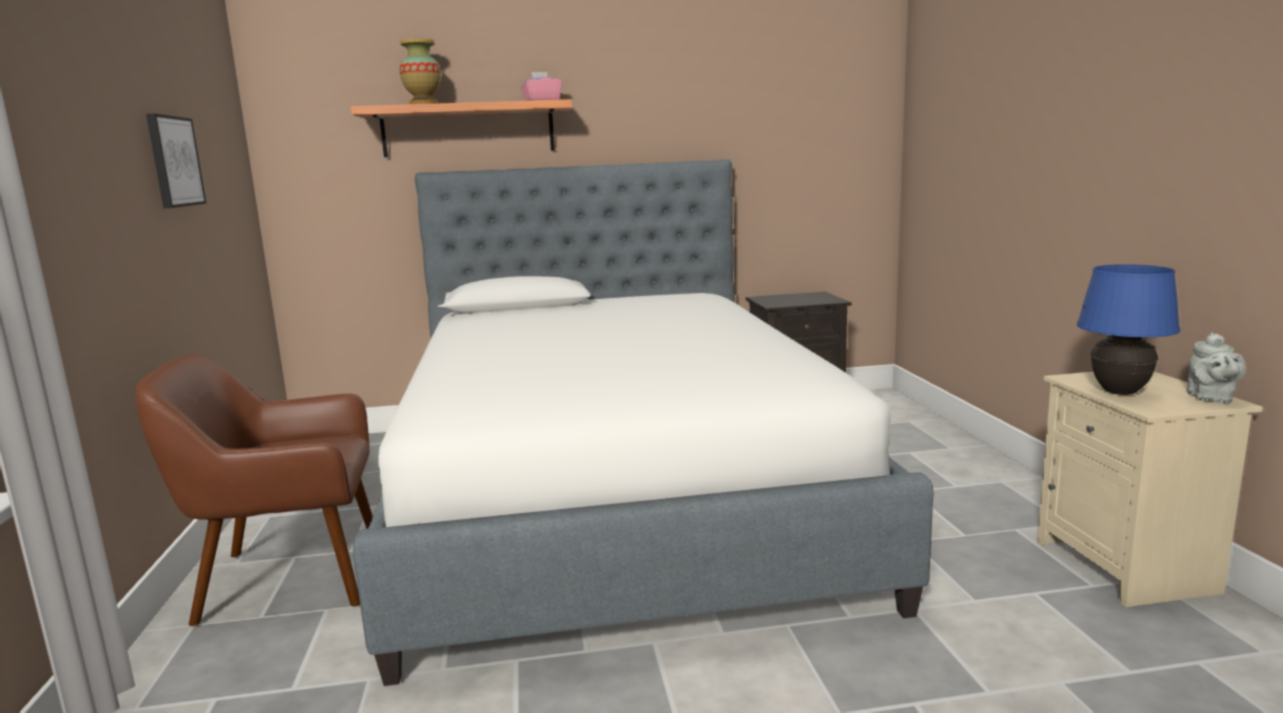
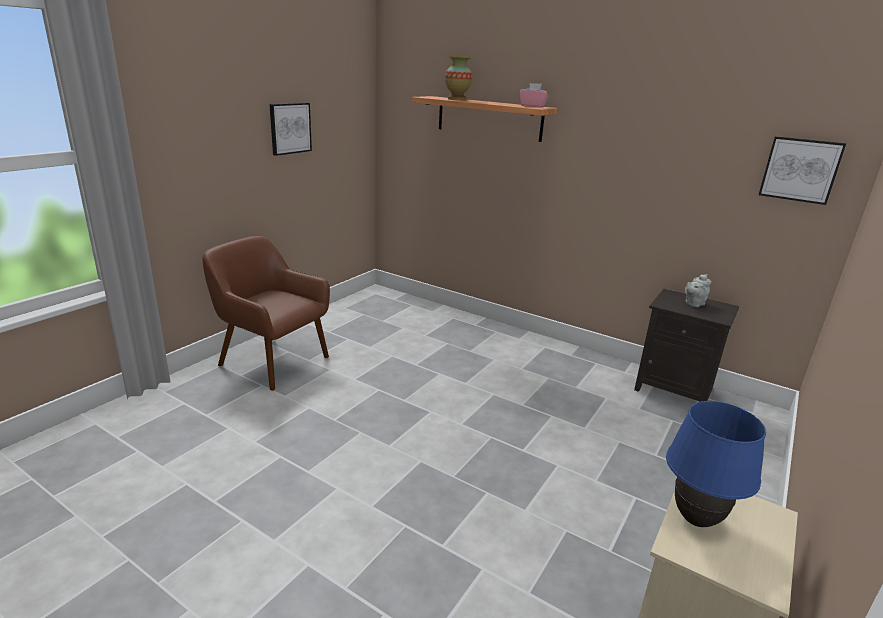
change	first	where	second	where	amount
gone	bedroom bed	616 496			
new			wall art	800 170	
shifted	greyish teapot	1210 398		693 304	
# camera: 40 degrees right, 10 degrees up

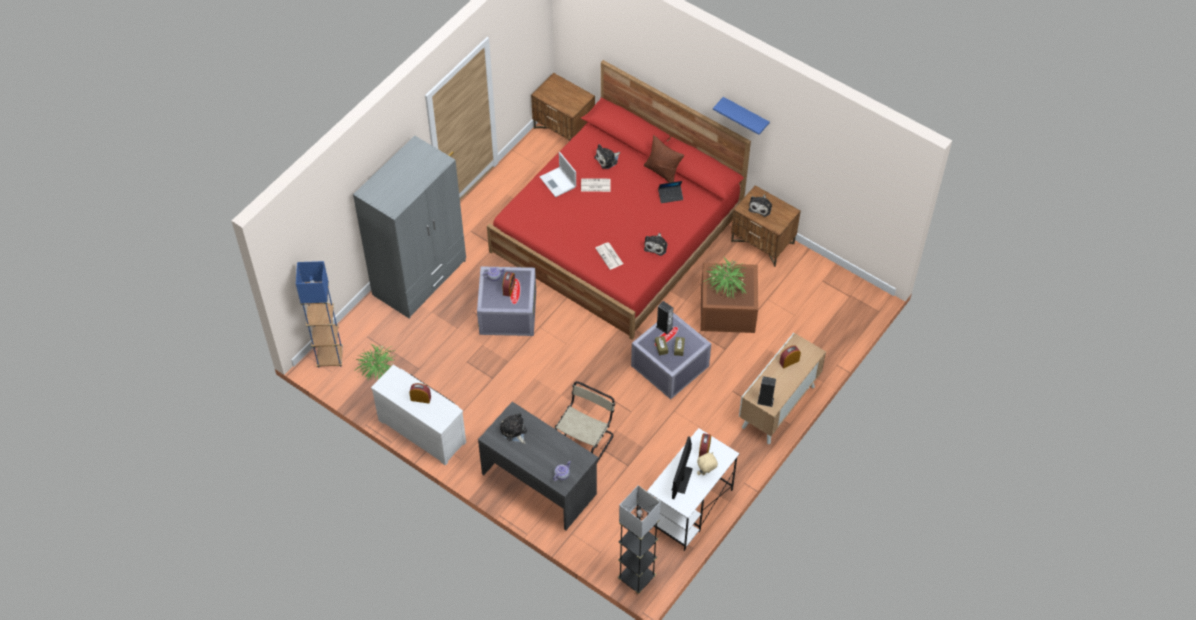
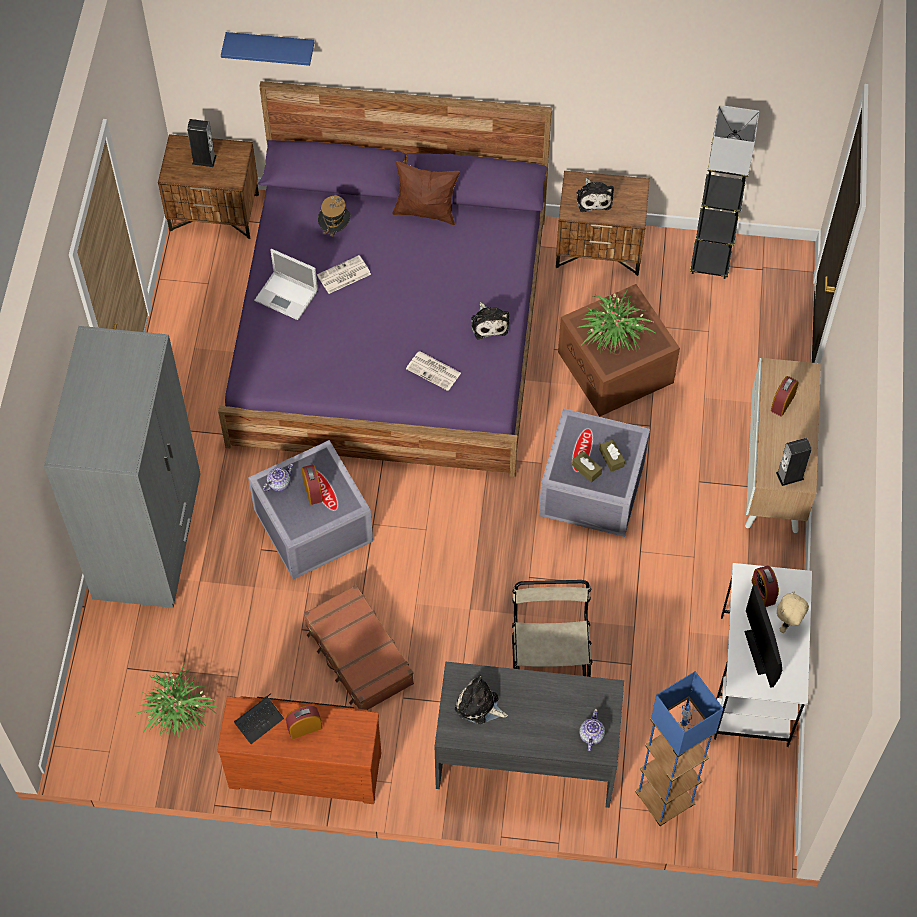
change	first	where	second	where	amount
new			brown travel case	358 655	
shifted	bluish standing lamp	330 357		664 799	
shifted	blackish standing lamp	636 578		710 262	
shifted	loudspeaker	664 327		204 159	
shifted	portable computer	670 196		259 721	
shifted	bluish bracket shelf	745 116		271 47	
swapped	soft toy	607 159	clothing hat	335 229	
repainted	white-coloured dresser	423 429	brown dresser	305 766	
repainted	red-coloured bedroom bed	617 232	purple-coloured bedroom bed	390 329	
# camera: 30 degrees left, 5 degrees up

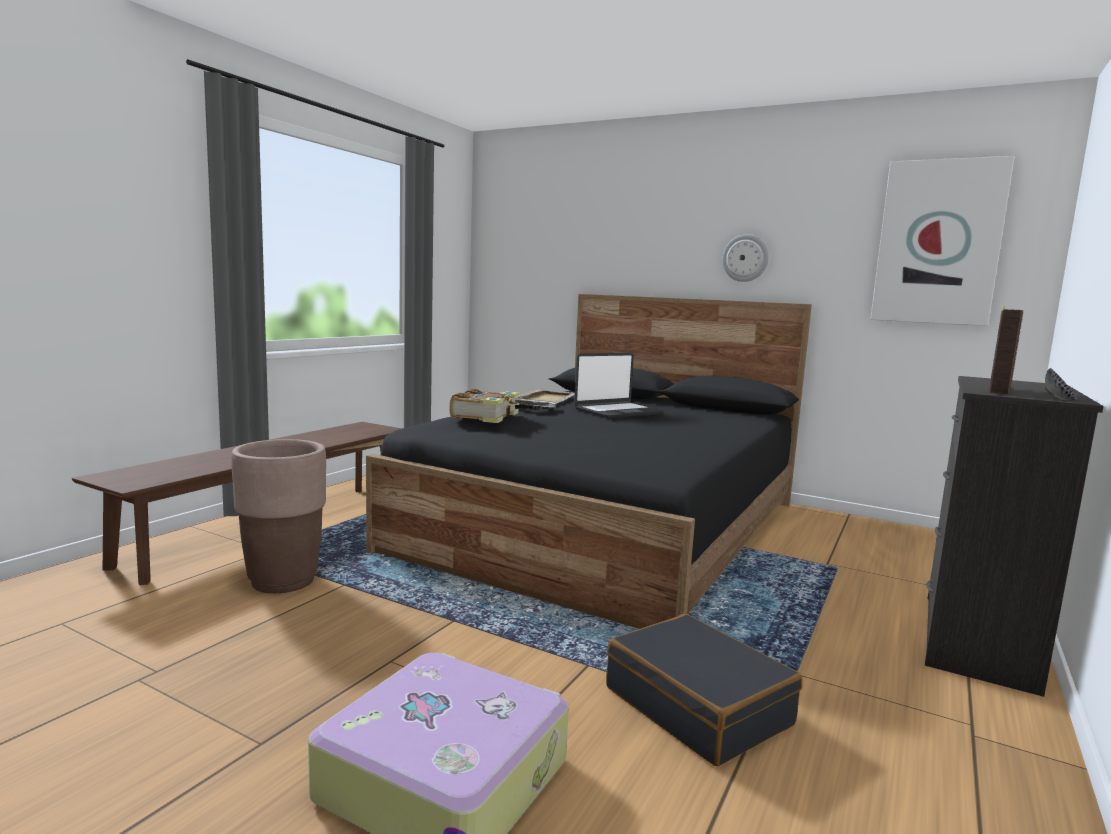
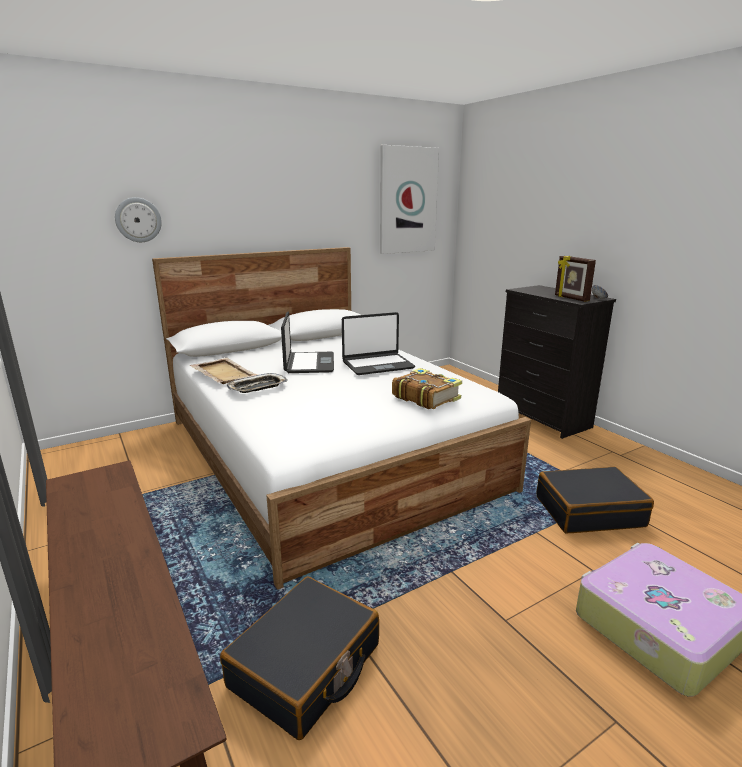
change	first	where	second	where	amount
new			portable computer	377 365	
shifted	bound book	486 416		425 397	
shifted	clock on the wall	745 258		138 220	
swapped	brown planter	283 581	blackish travel case	306 666	
repainted	blackish bedroom bed	610 525	white-coloured bedroom bed	326 452	
# camera: 60 degrees left, 10 degrees up

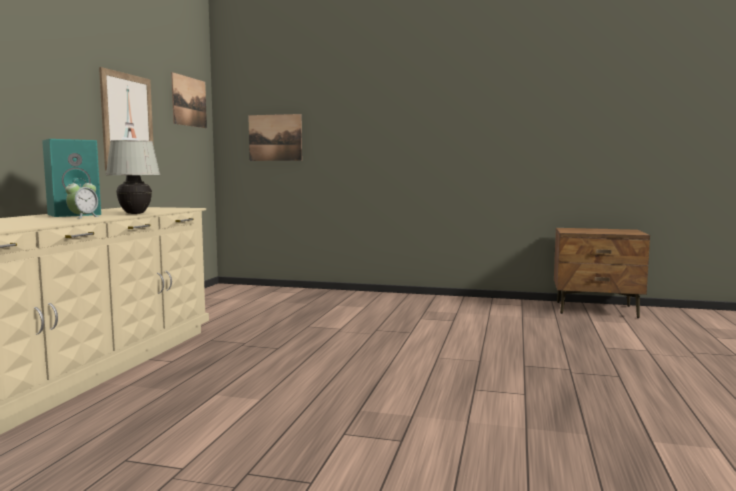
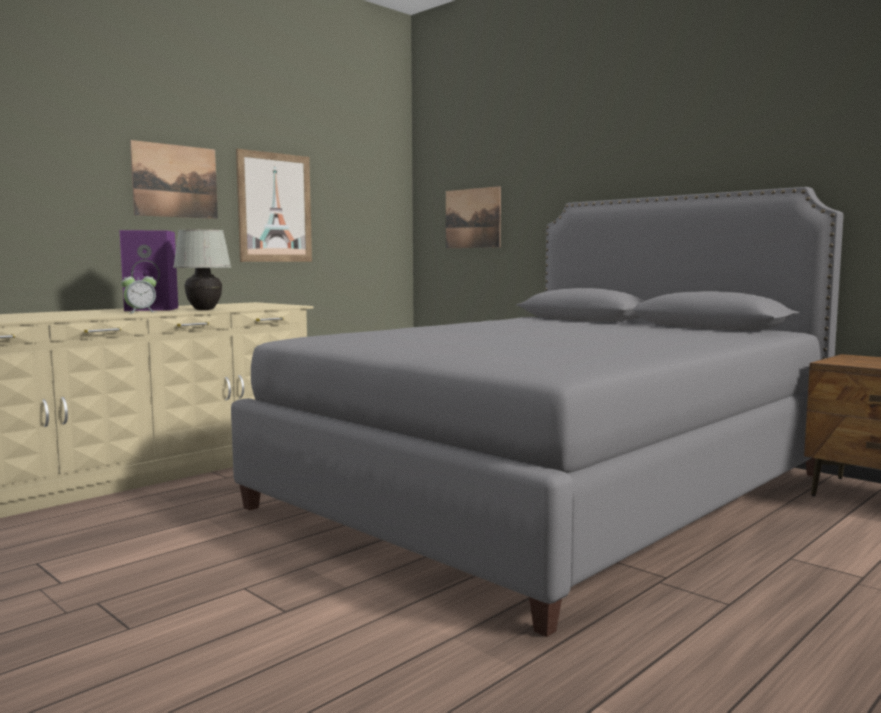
change	first	where	second	where	amount
new			greyish bedroom bed	551 490	
shifted	wall art	189 101		175 181	
repainted	turquoise-coloured loudspeaker	75 214	purple-coloured loudspeaker	153 309	
# camera: 30 degrees right, 0 degrees up

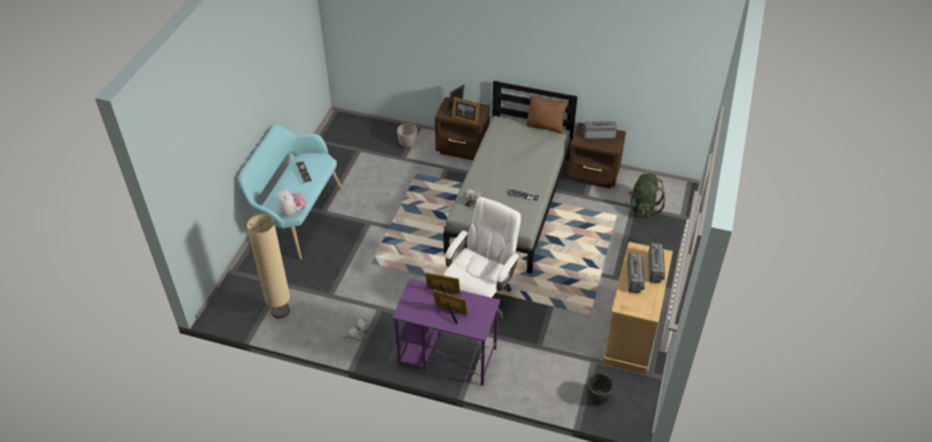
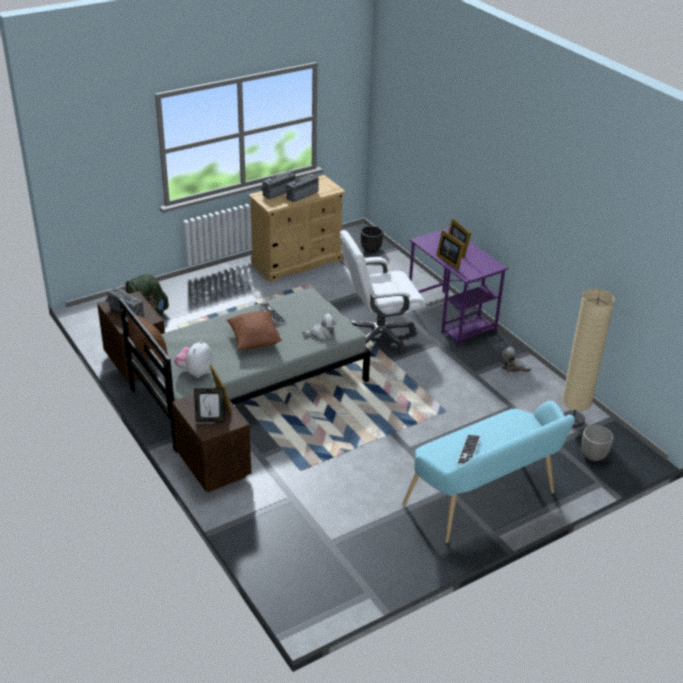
change	first	where	second	where	amount
new			brown pillow	254 340	
shifted	soft toy	292 212		195 372	
shifted	planter	408 144		593 456	
# camera: 140 degrees left, 10 degrees down

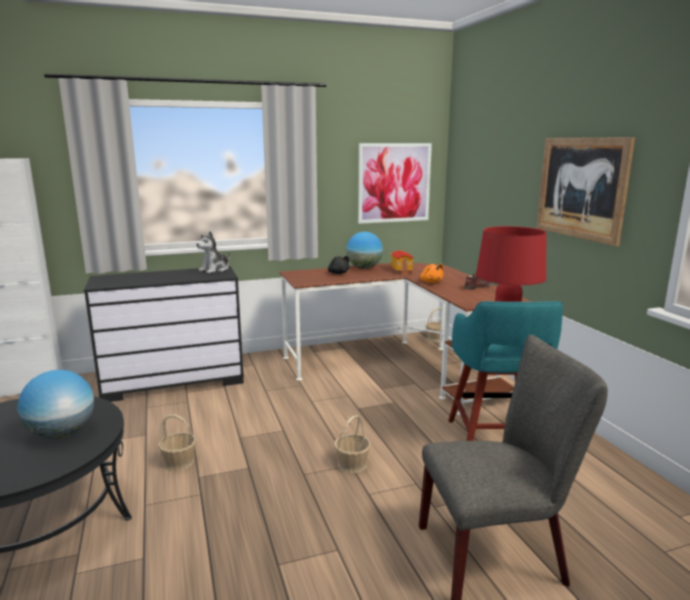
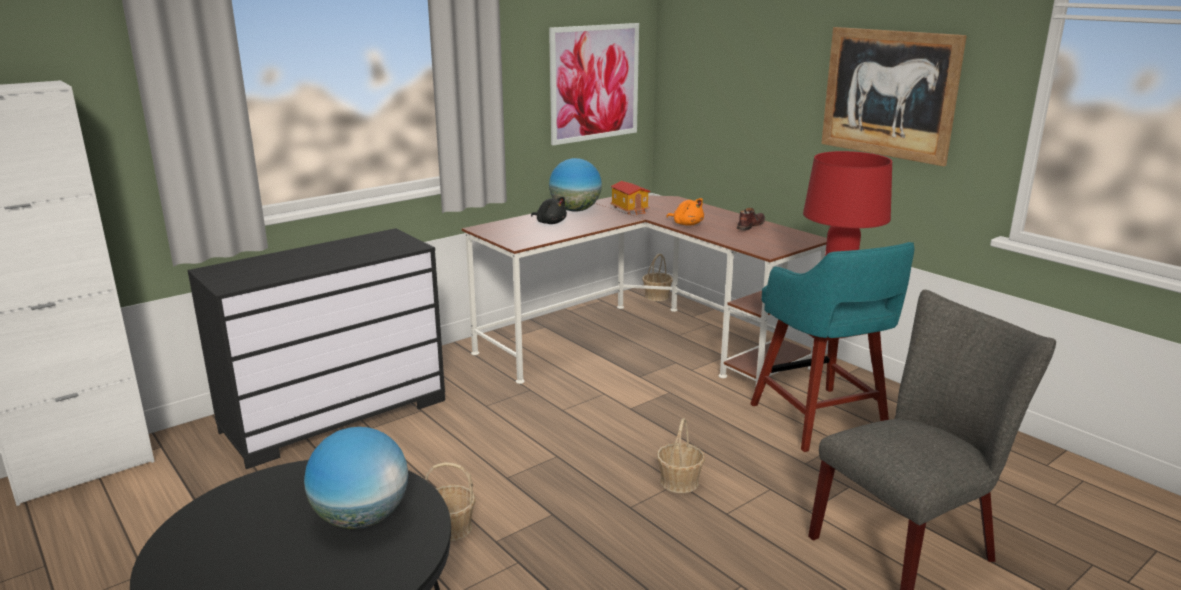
change	first	where	second	where	amount
gone	soft toy	215 270			
# camera: 20 degrees left, 5 degrees up

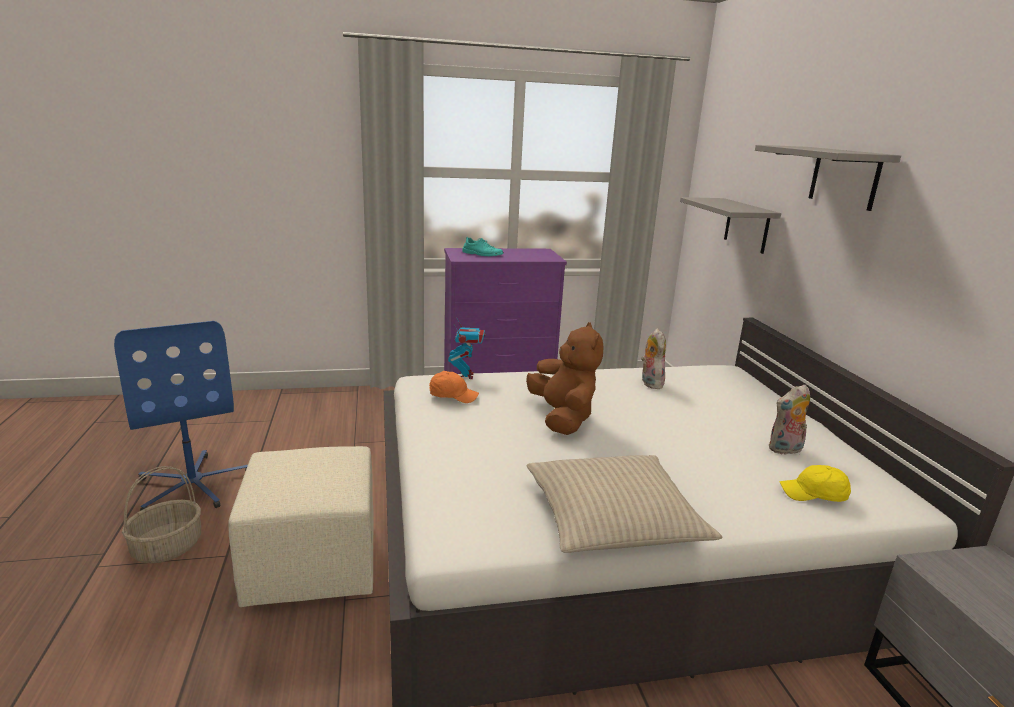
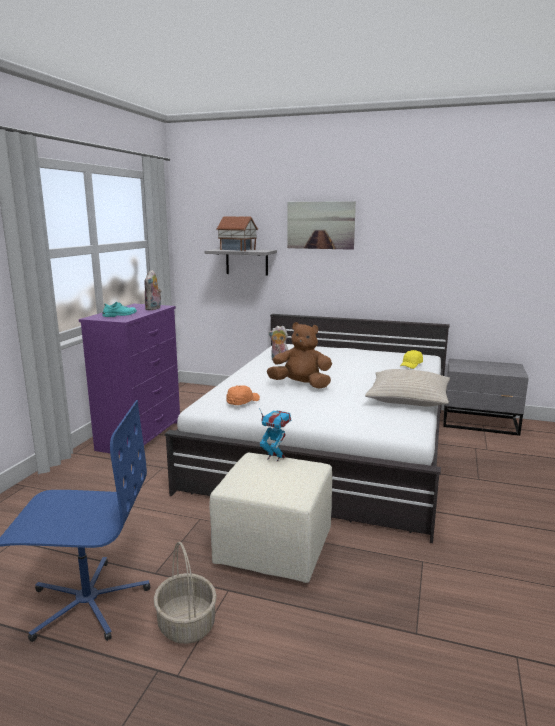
change	first	where	second	where	amount
new			toy house	237 250	
shifted	toy robot	466 375		275 457	
shifted	soft toy	785 450		153 309	
swapped	greyish bracket shelf	844 177	wall art	320 225	
# camera: 60 degrees left, 5 degrees down

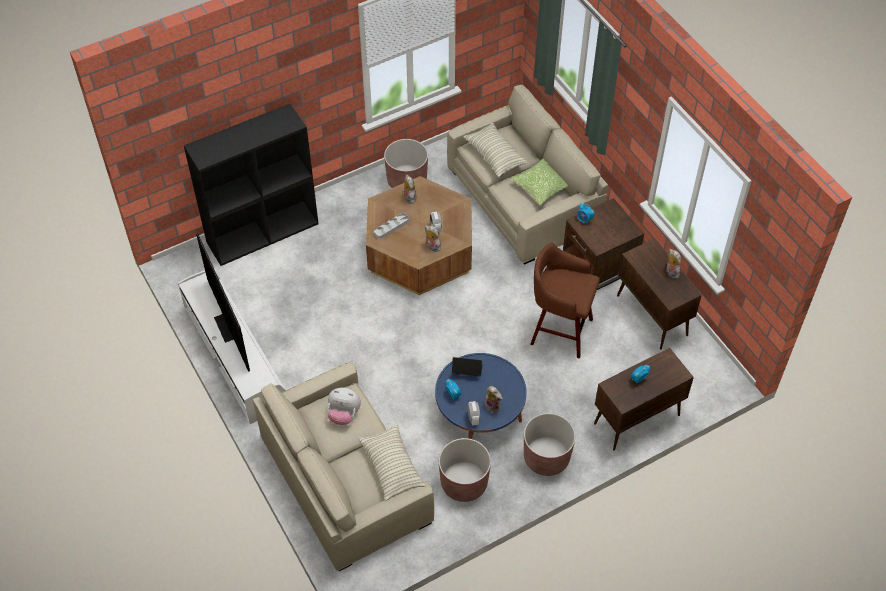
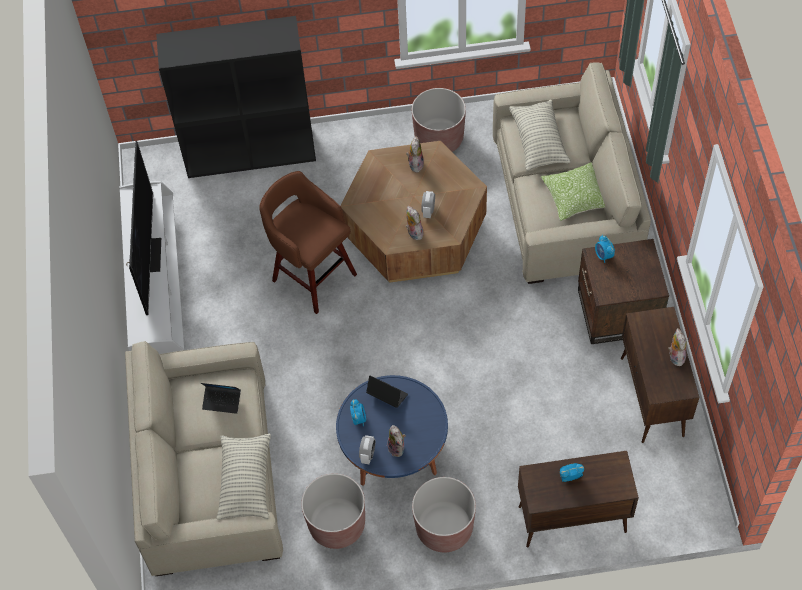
change	first	where	second	where	amount
gone	greyish tray	391 227			
shifted	brown sitting stool	559 331		312 275	
swapped	soft toy	344 414	portable computer	222 401	
# camera: 25 degrees right, 5 degrees up

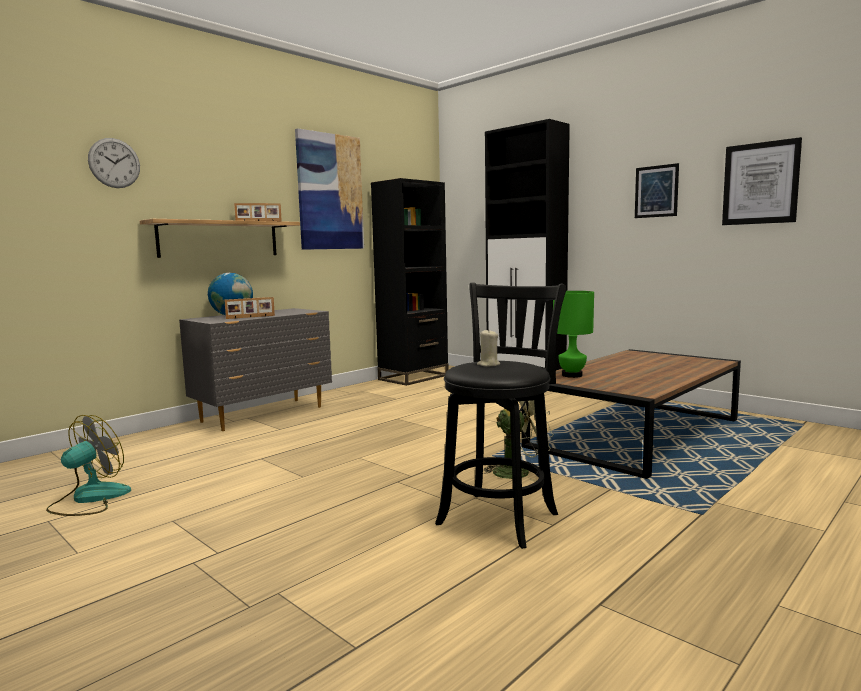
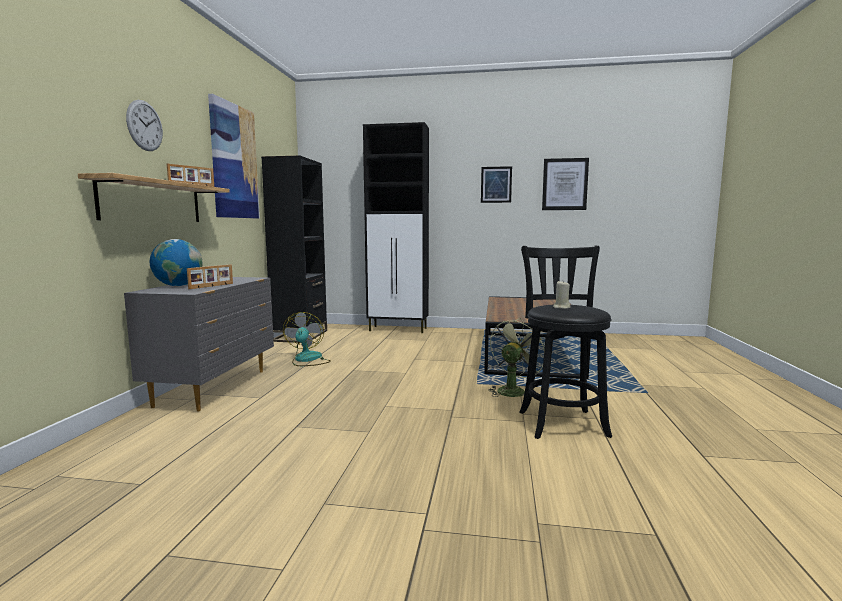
change	first	where	second	where	amount
gone	green-coloured table lamp	572 375			
shifted	electric fan	89 499		307 360	
shifted	clock on the wall	114 163		145 125	
# camera: 35 degrees left, 0 degrees up

